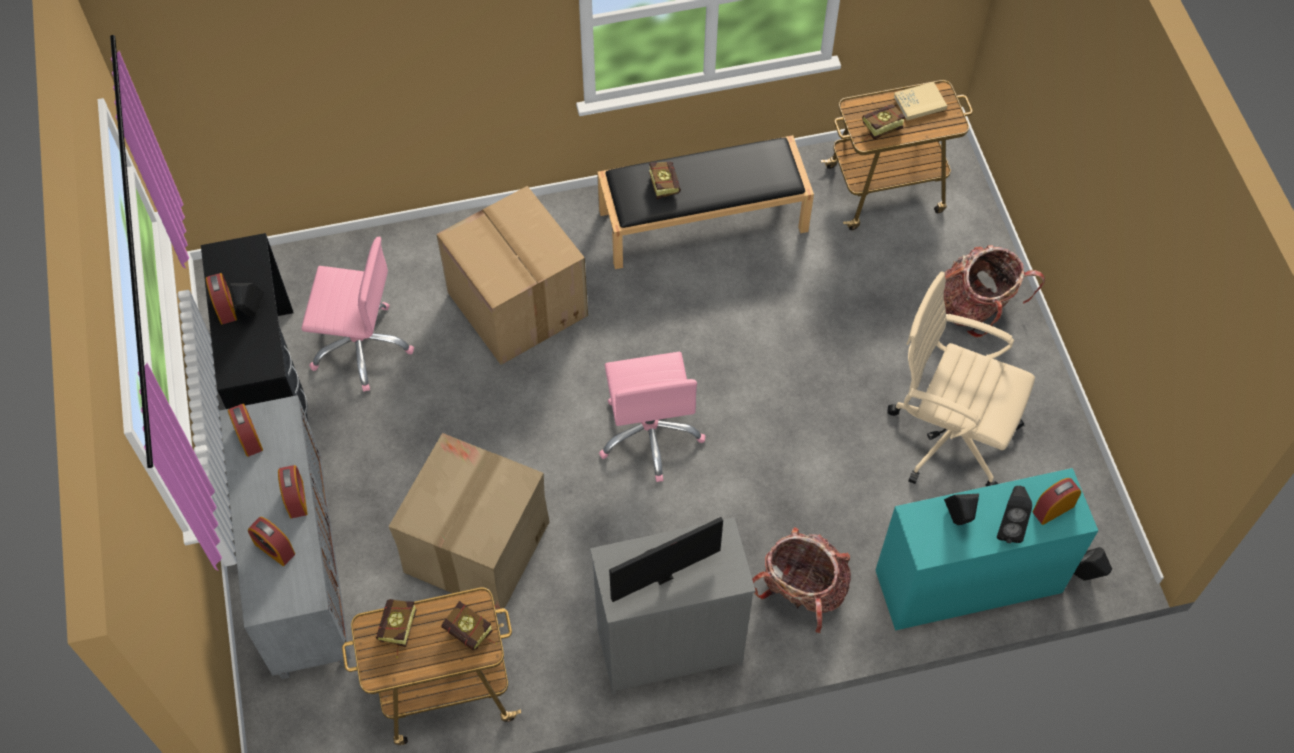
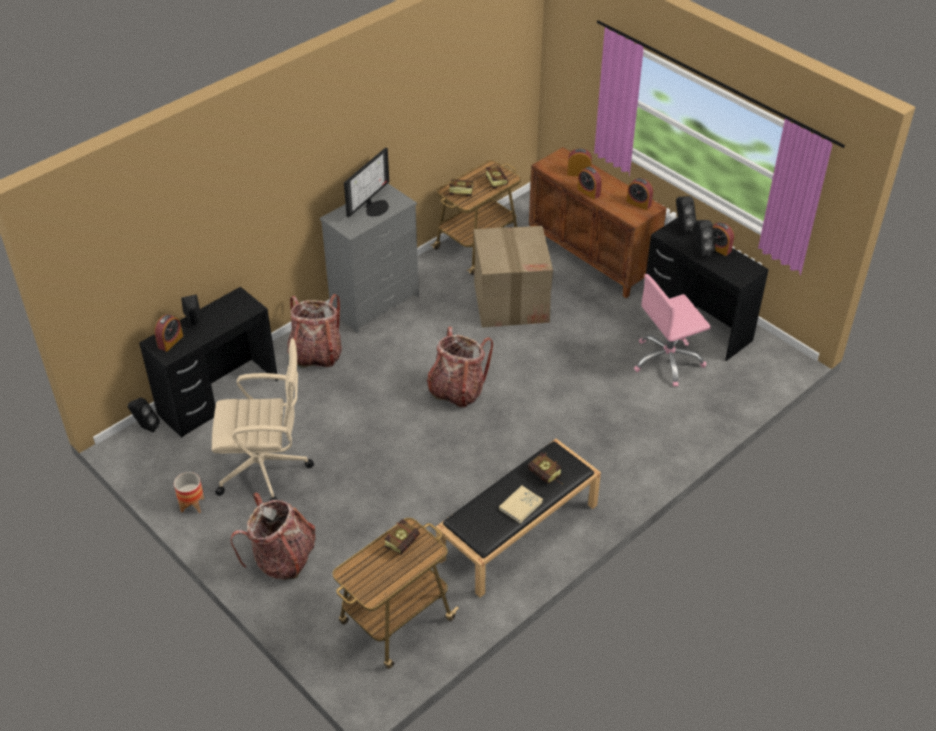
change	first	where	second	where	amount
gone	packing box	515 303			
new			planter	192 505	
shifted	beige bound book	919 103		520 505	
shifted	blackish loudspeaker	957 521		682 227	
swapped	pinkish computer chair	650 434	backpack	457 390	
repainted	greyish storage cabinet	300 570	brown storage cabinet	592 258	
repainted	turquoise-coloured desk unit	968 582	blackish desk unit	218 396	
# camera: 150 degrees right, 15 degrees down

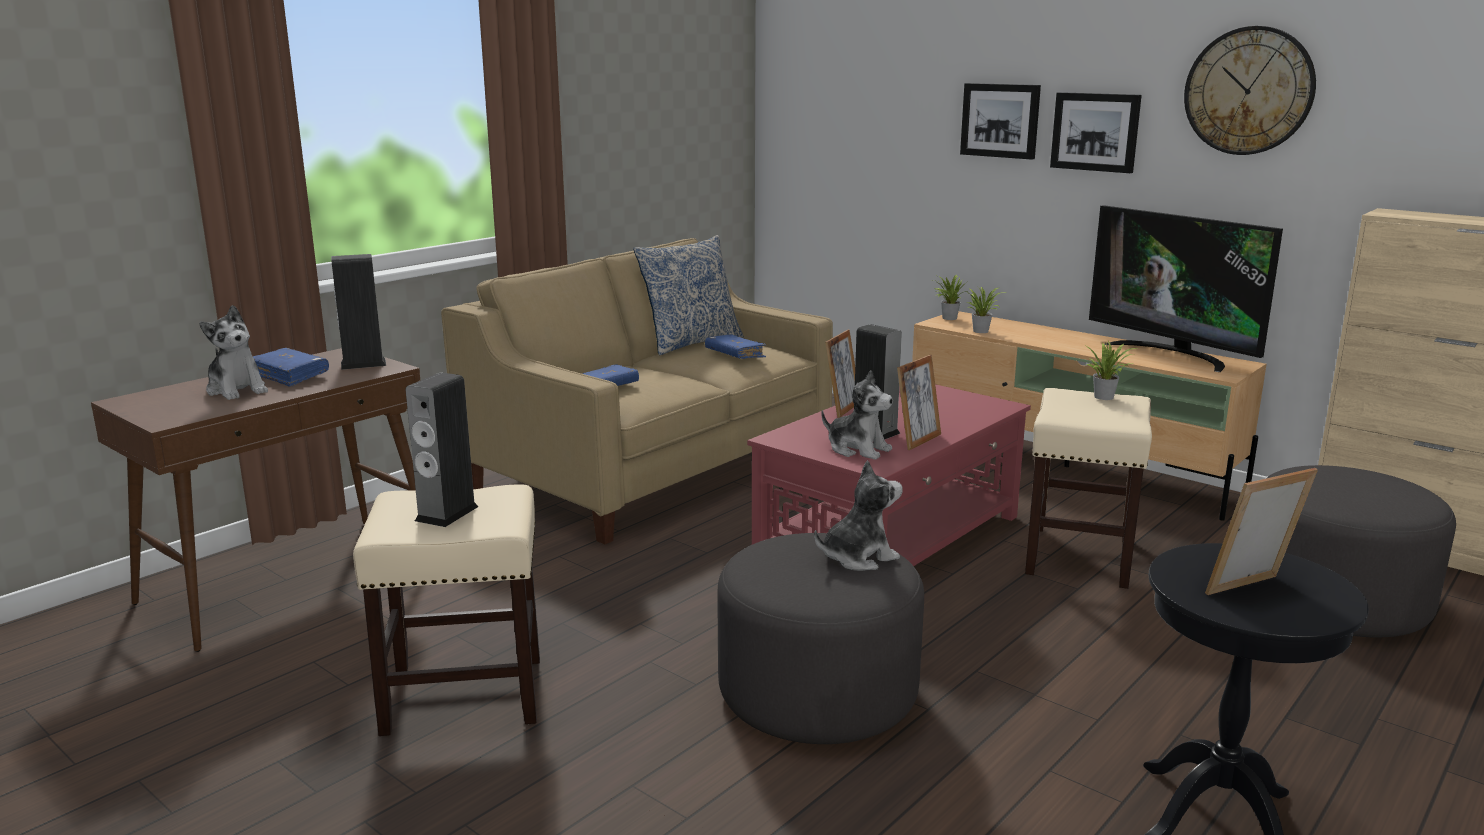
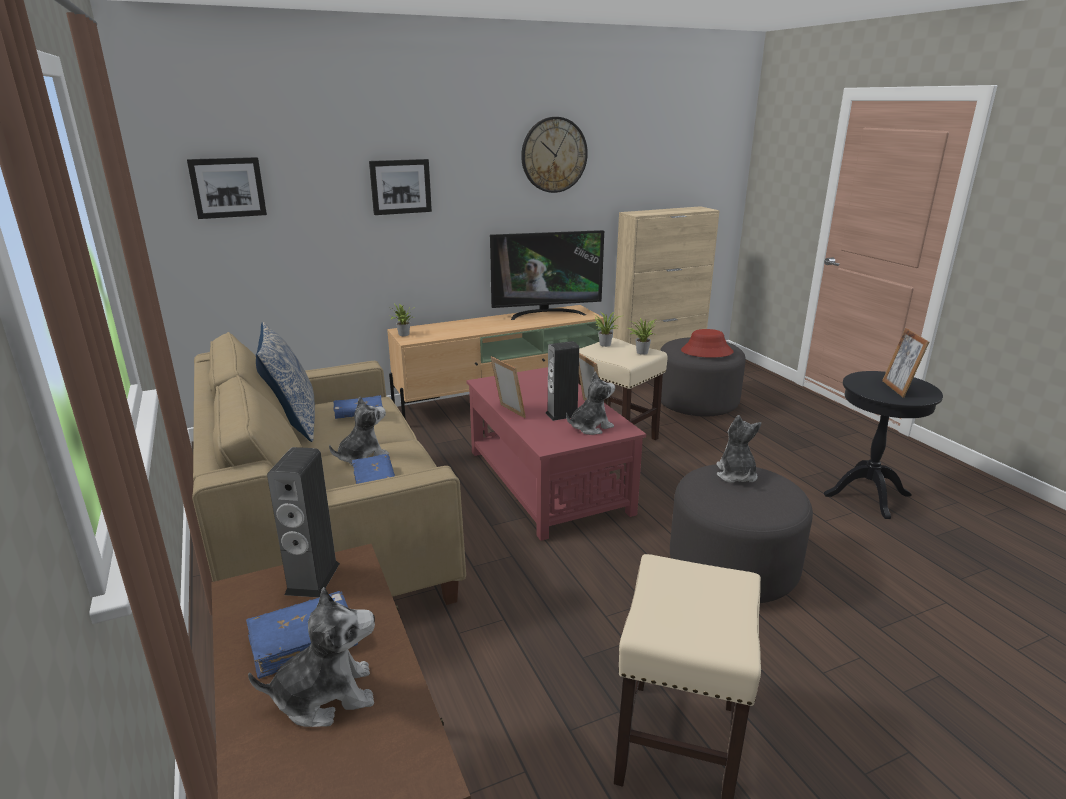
change	first	where	second	where	amount
gone	loudspeaker	447 513			
new			soft toy	362 457	
new			red-coloured clothing hat	706 352	
shifted	houseplant	981 330		641 352	
shifted	wall art	1095 132		228 187	
# camera: 65 degrees left, 5 degrees up

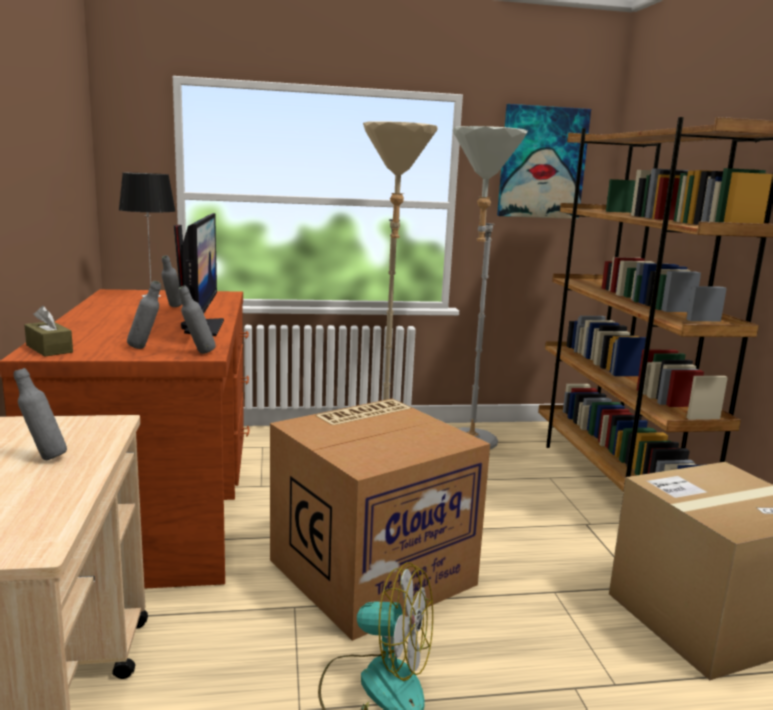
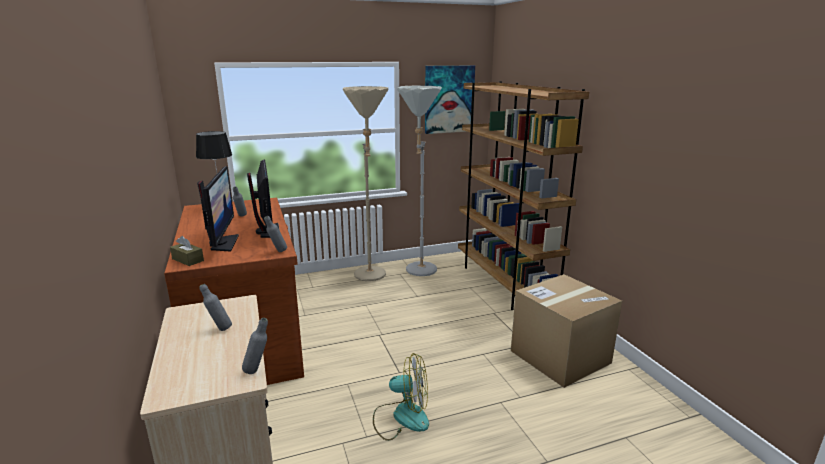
change	first	where	second	where	amount
gone	packing box	372 570			
new			computer screen	223 243	
shifted	greyish bottle	145 348		258 370	
# camera: 10 degrees left, 5 degrees up

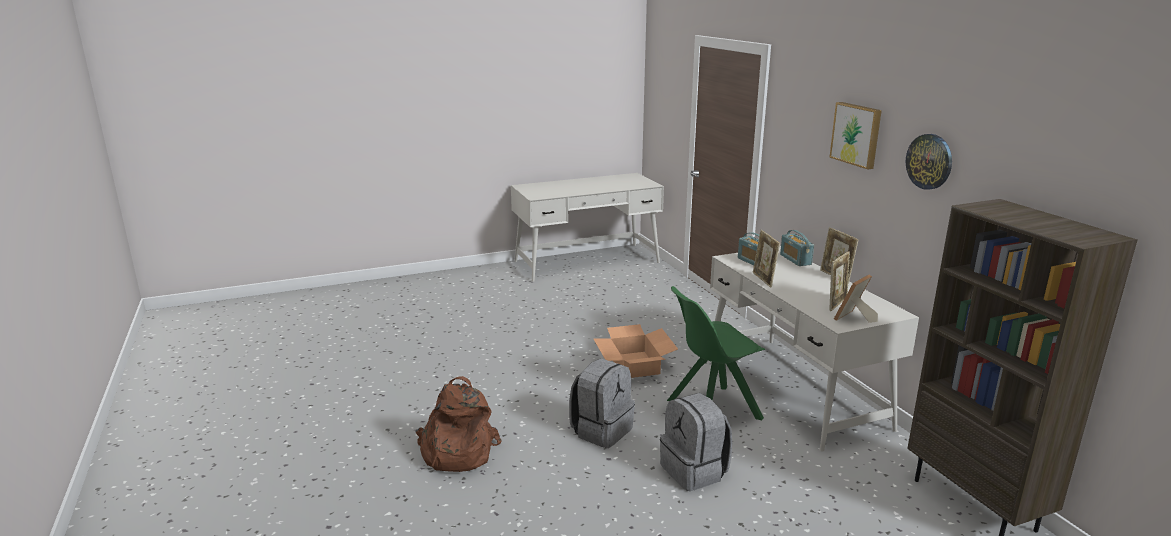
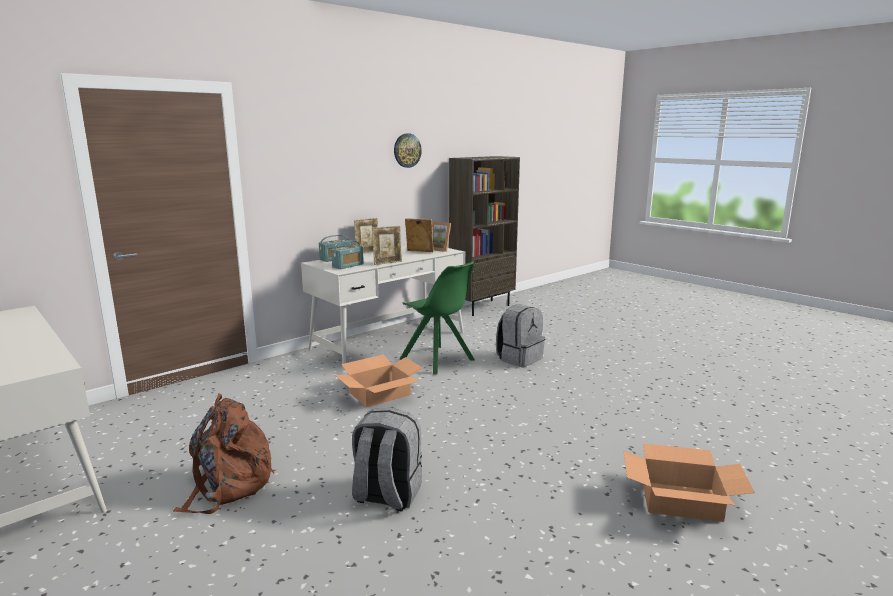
change	first	where	second	where	amount
gone	wall art	857 134			
new			packing box	680 500	
shifted	brown backpack	456 452		228 484	
shifted	greyish backpack	601 430		386 495	
# camera: 110 degrees left, 5 degrees down

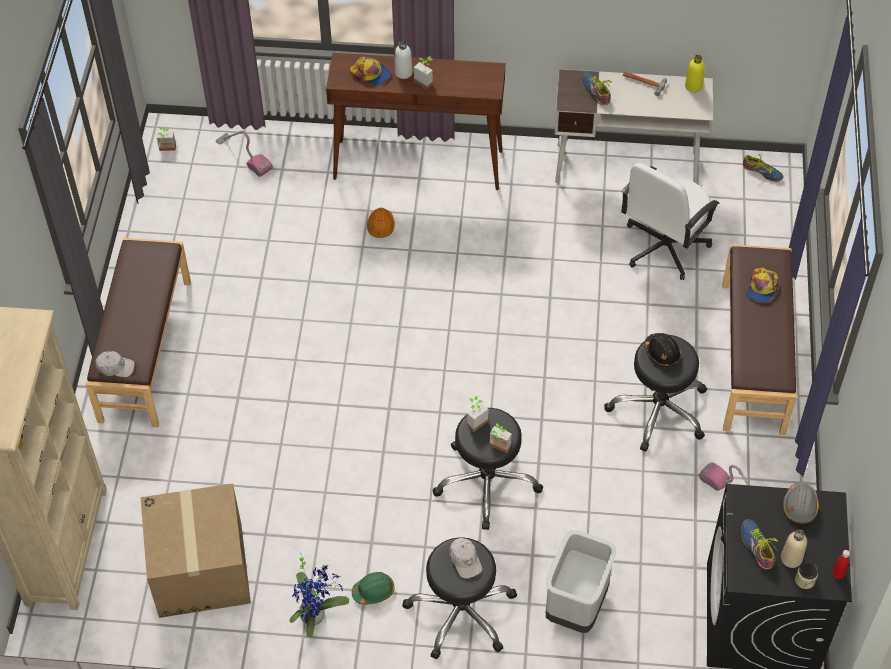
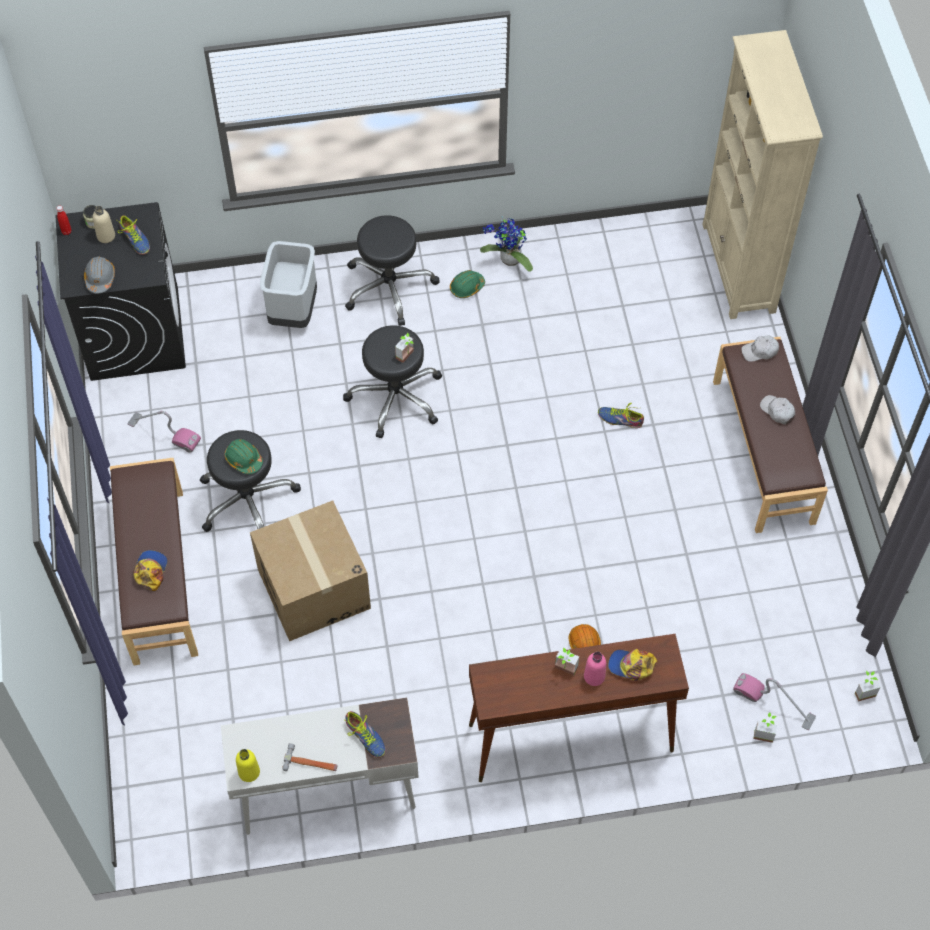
change	first	where	second	where	amount
gone	white-coloured computer chair	664 247			
shifted	packing box	201 570		313 588	
shifted	white-coloured baseball cap	465 560		777 411	
shifted	houseplant	498 448		764 732	
shifted	shoe	762 172		620 419	
repainted	white-coloured bottle	403 73	pinkish bottle	594 676	
repainted	blackish work helmet	662 353	green-coloured work helmet	243 459	
# camera: 165 degrees right, 5 degrees up

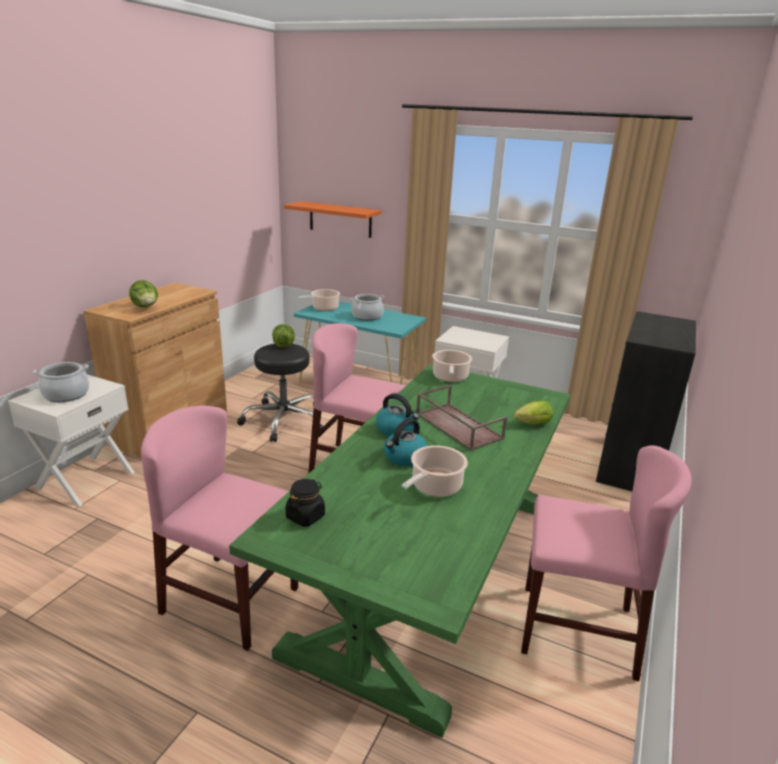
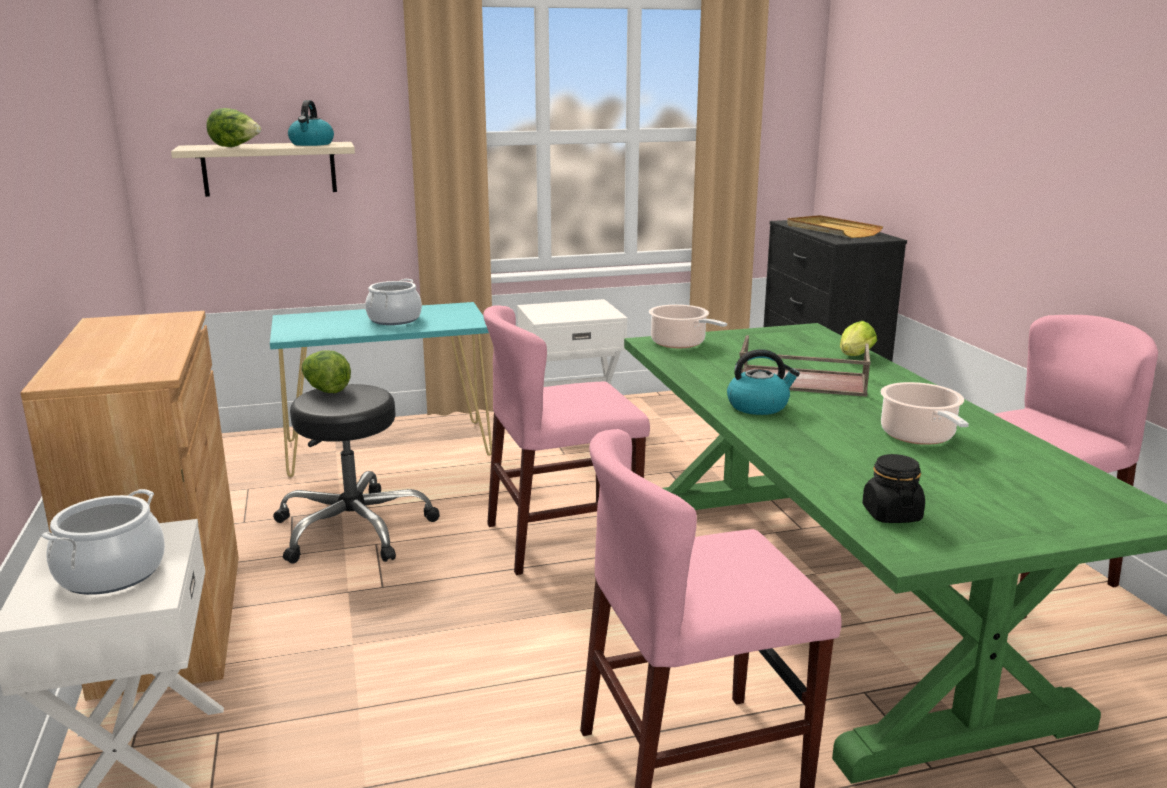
change	first	where	second	where	amount
gone	saucepot	323 308			
new			beige tray	831 230	
shifted	lettuce head	146 307		235 147	
shifted	tea kettle	404 457		312 144	
repainted	orangey bracket shelf	340 219	beige bracket shelf	269 169	
# camera: 40 degrees left, 5 degrees down

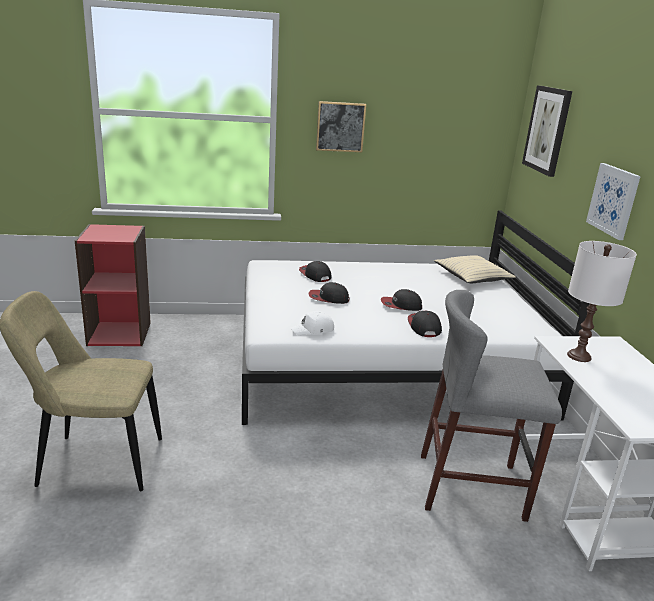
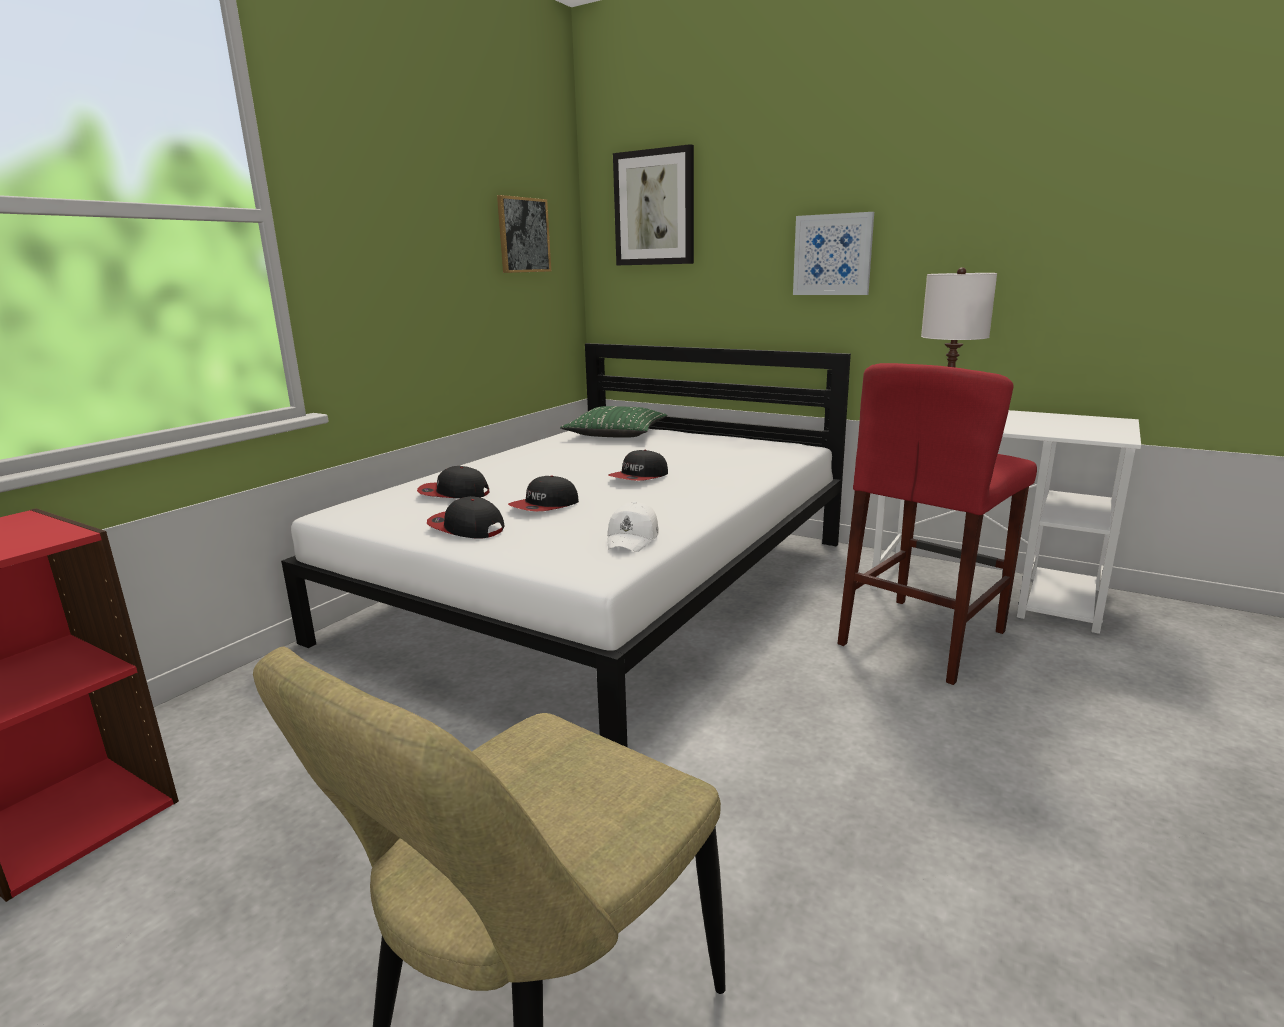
change	first	where	second	where	amount
shifted	wall art	340 127		523 235	
shifted	baseball cap	423 326		466 528	
repainted	greyish sitting stool	471 487	red-coloured sitting stool	923 637	
repainted	beige pillow	472 277	green-coloured pillow	616 434	
# camera: 50 degrees left, 5 degrees down

